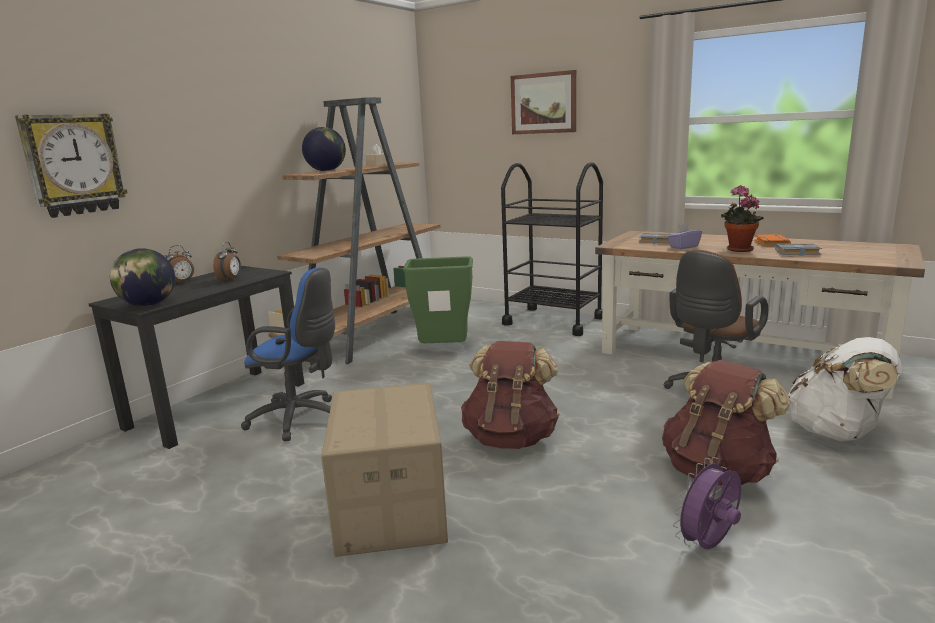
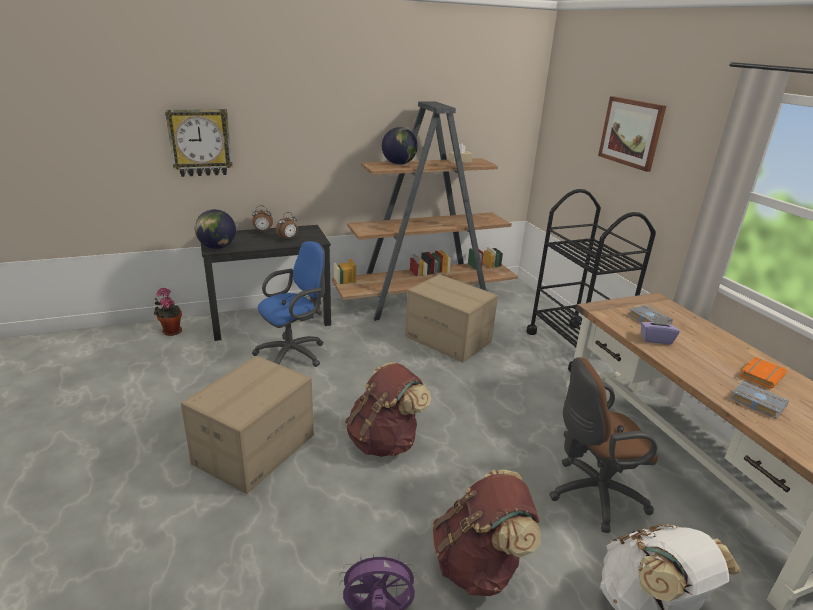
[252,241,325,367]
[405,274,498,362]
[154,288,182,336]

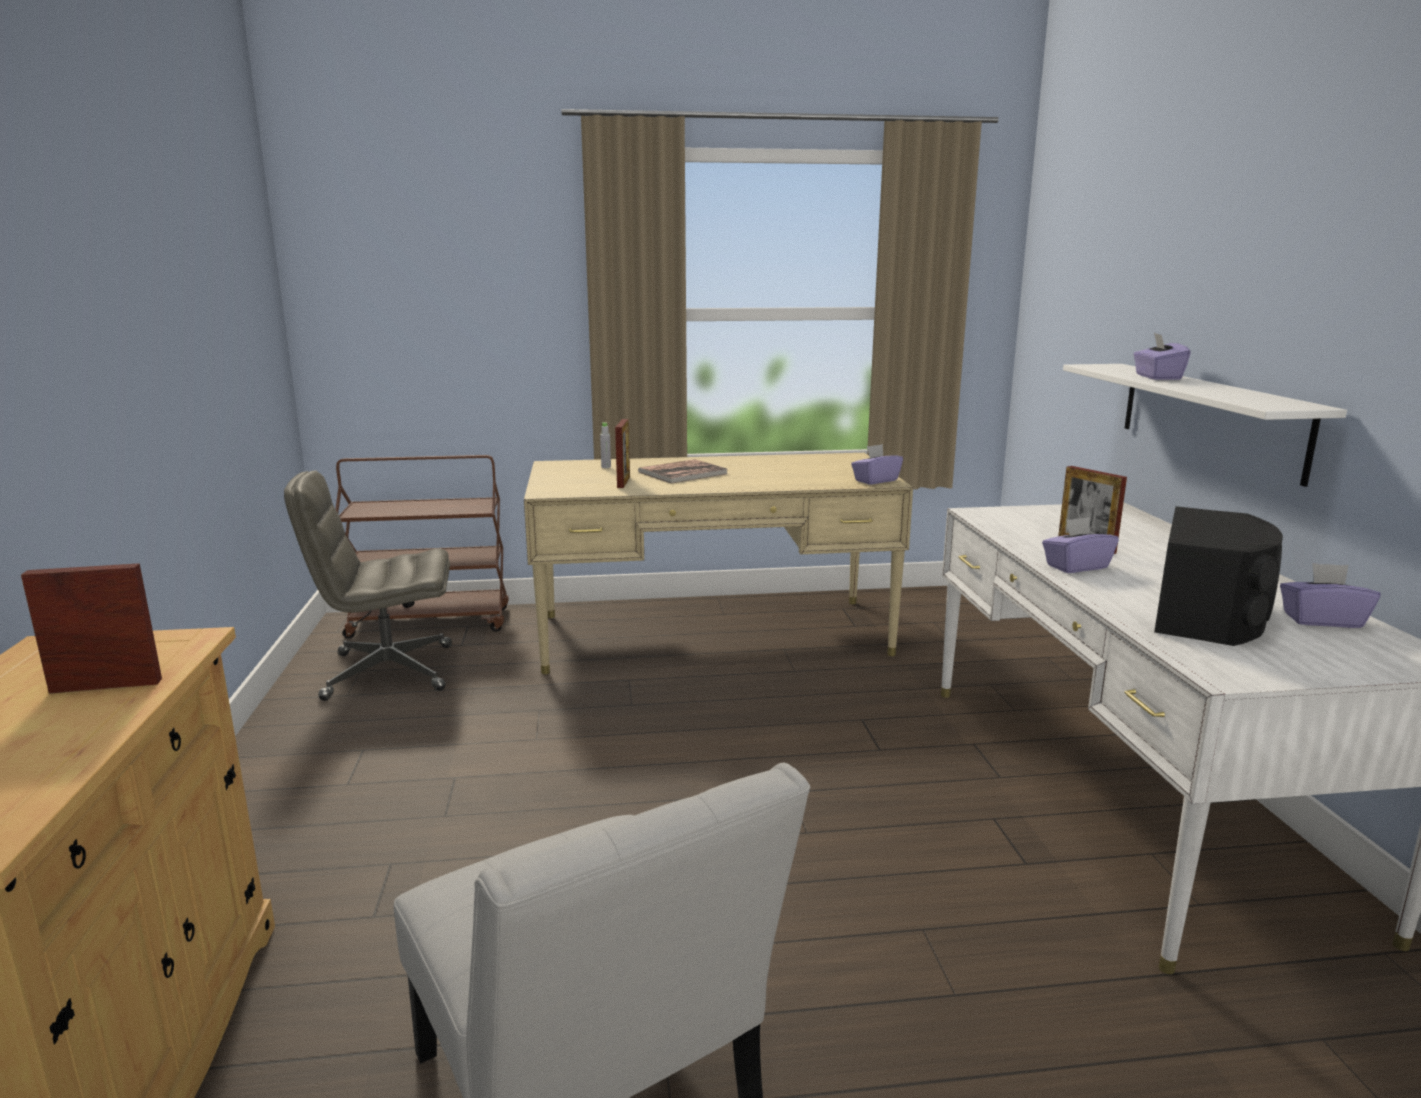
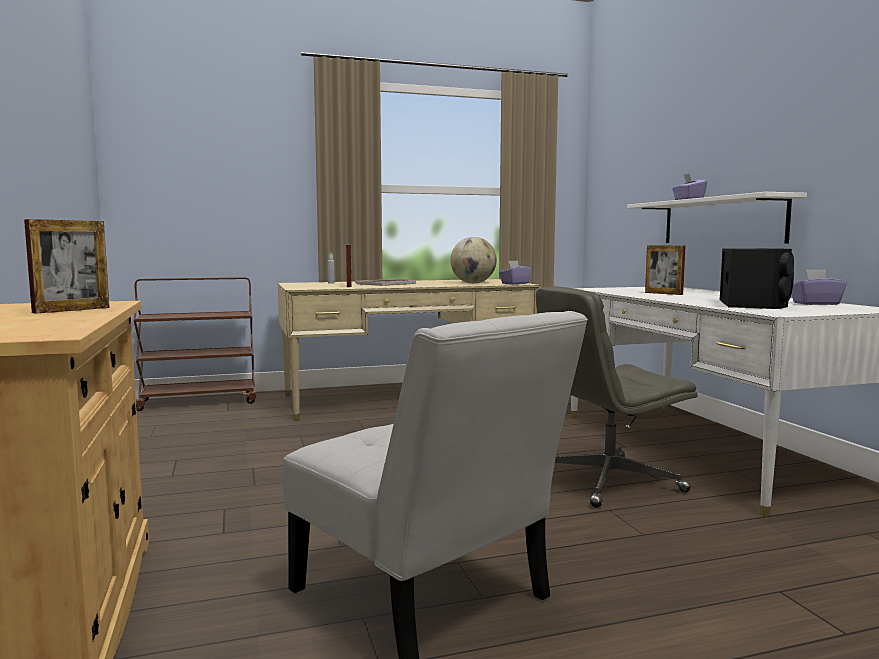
[24,219,109,314]
[536,286,698,508]
[1042,517,1119,573] (first image)
[450,237,497,283]

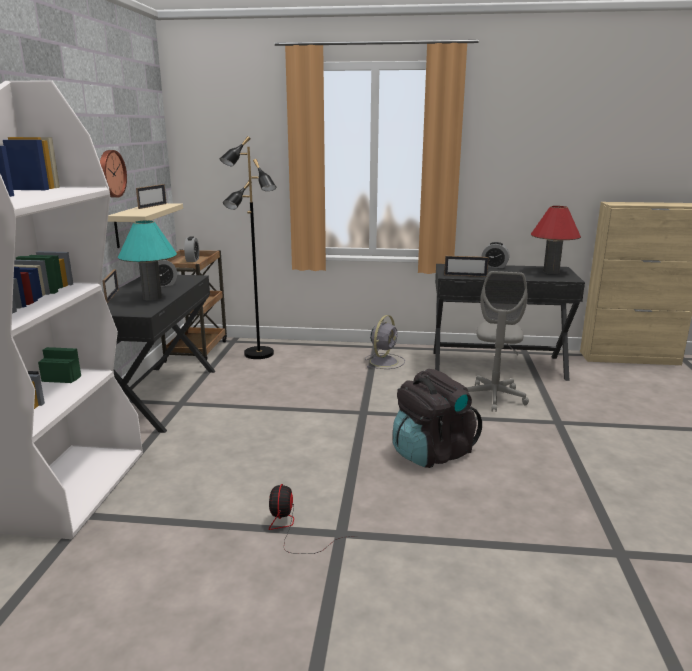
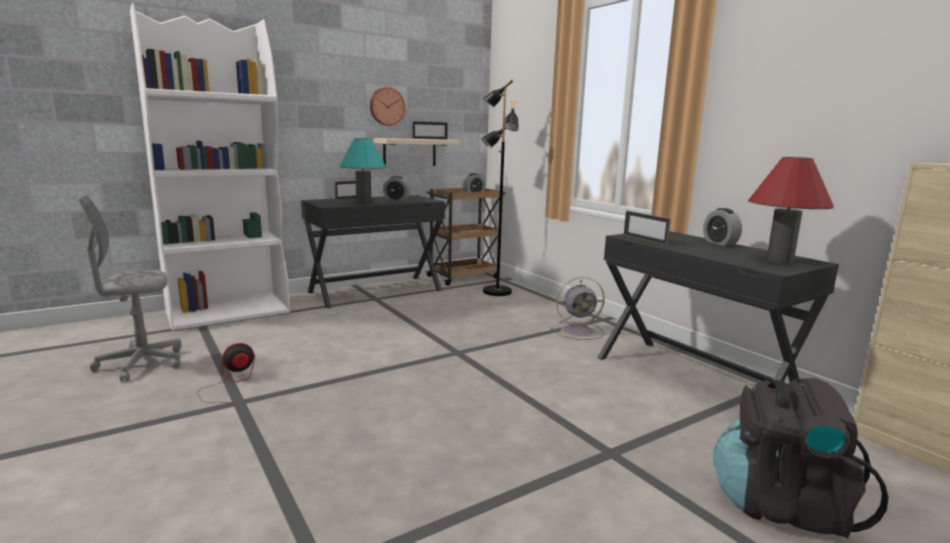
[713,378,889,539]
[78,195,181,382]

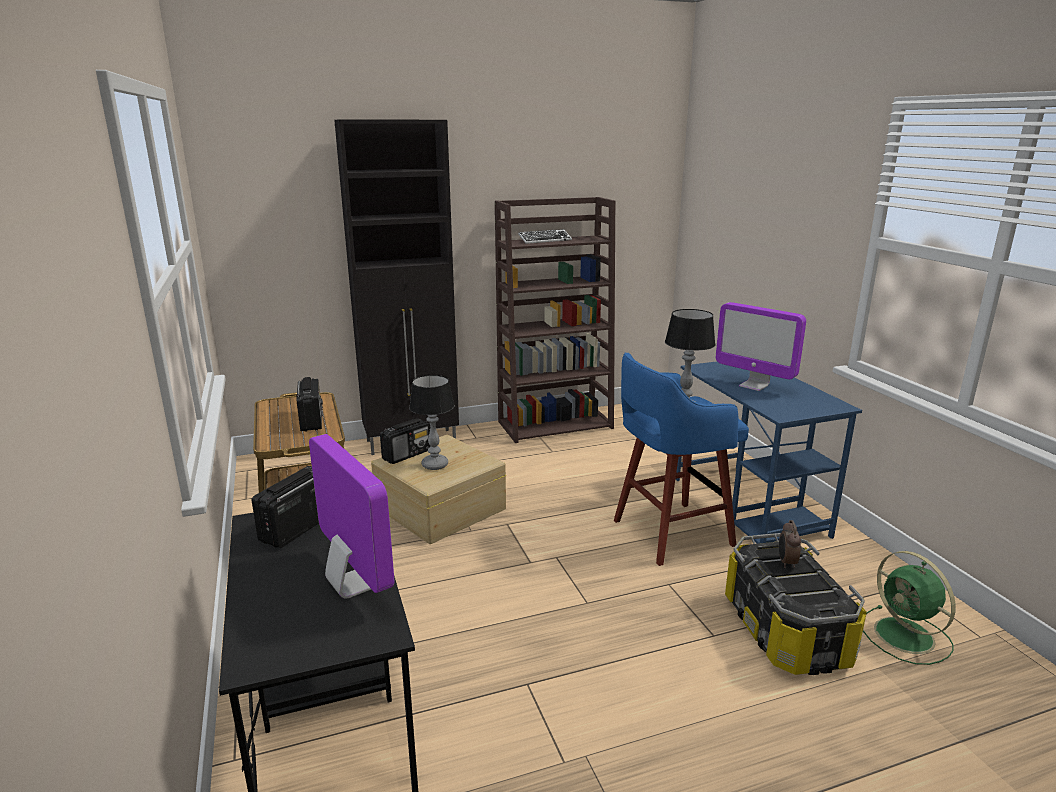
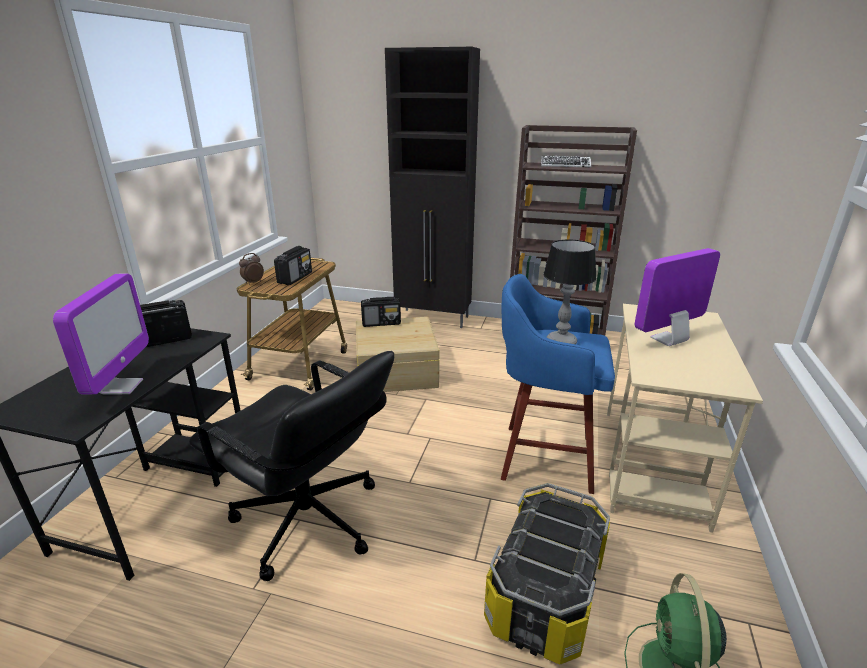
[409,375,454,470] (first image)
[607,304,763,533]
[635,248,720,346]
[239,253,264,285]
[189,351,394,581]

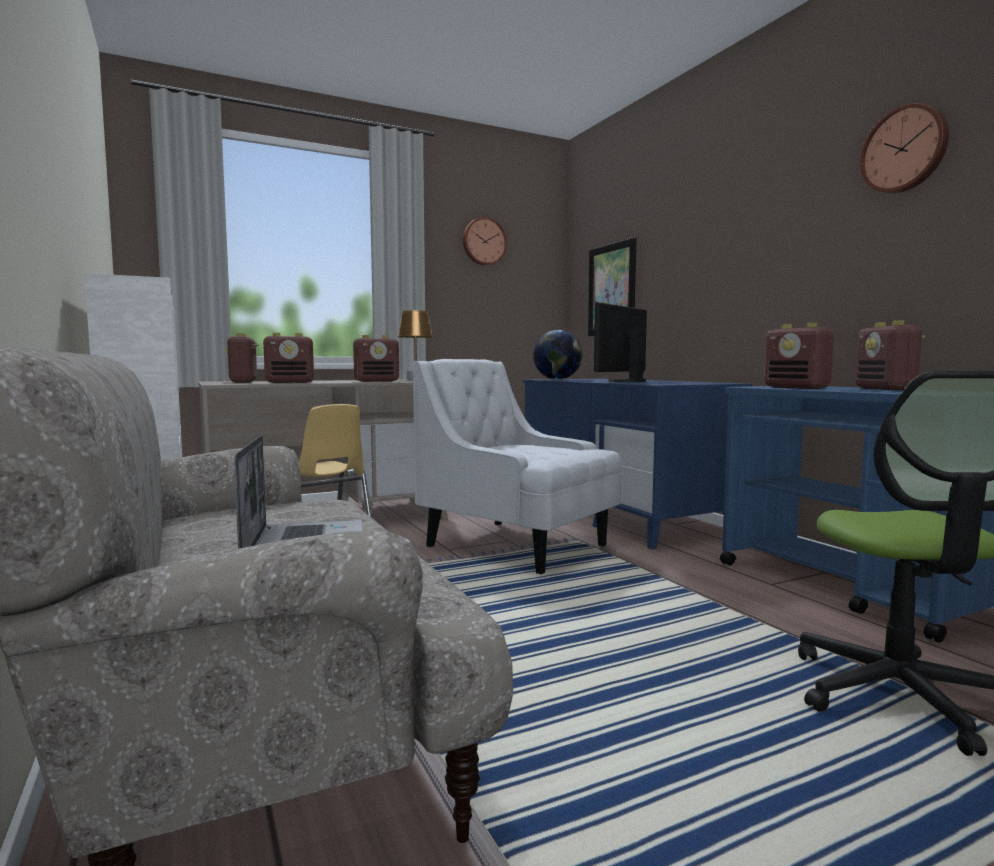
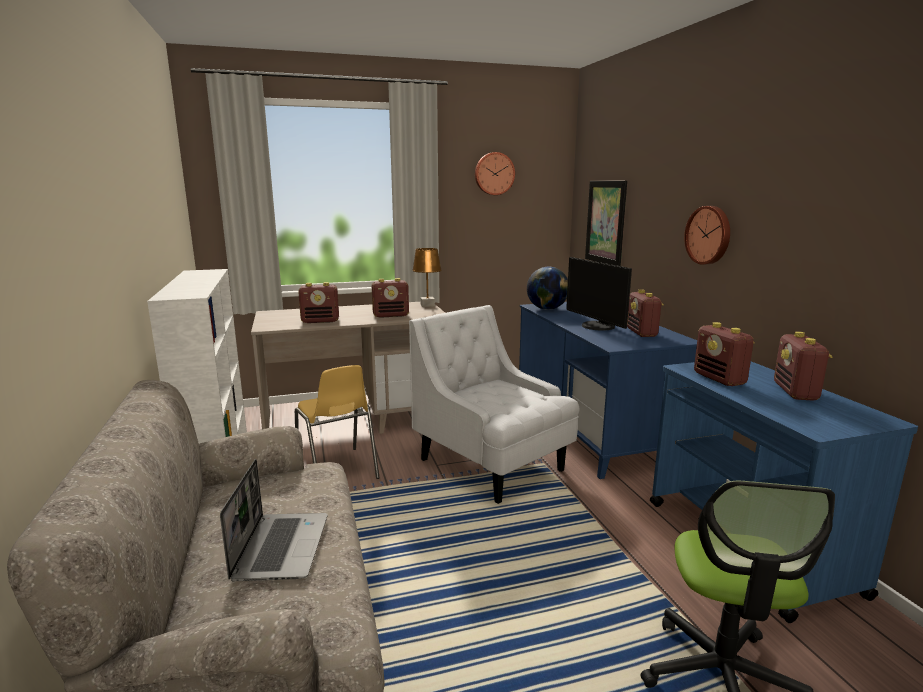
[627,289,664,337]
[566,257,632,330]
[684,206,730,265]

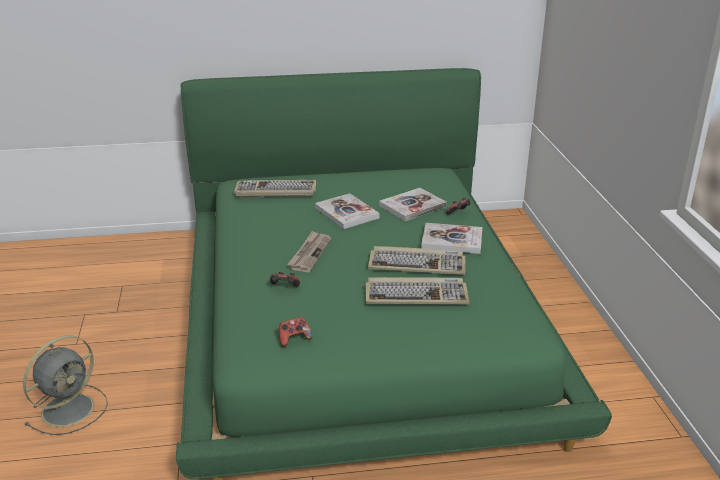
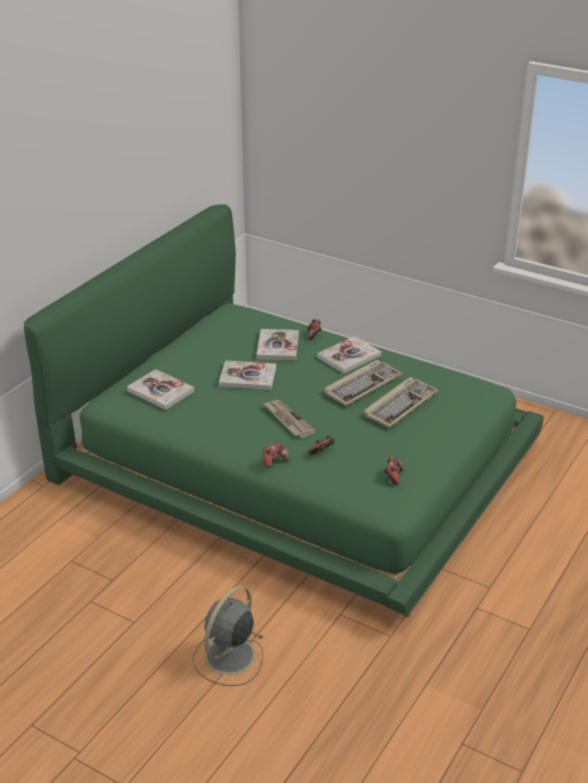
[193,586,263,686]
[127,369,194,410]
[263,443,290,468]

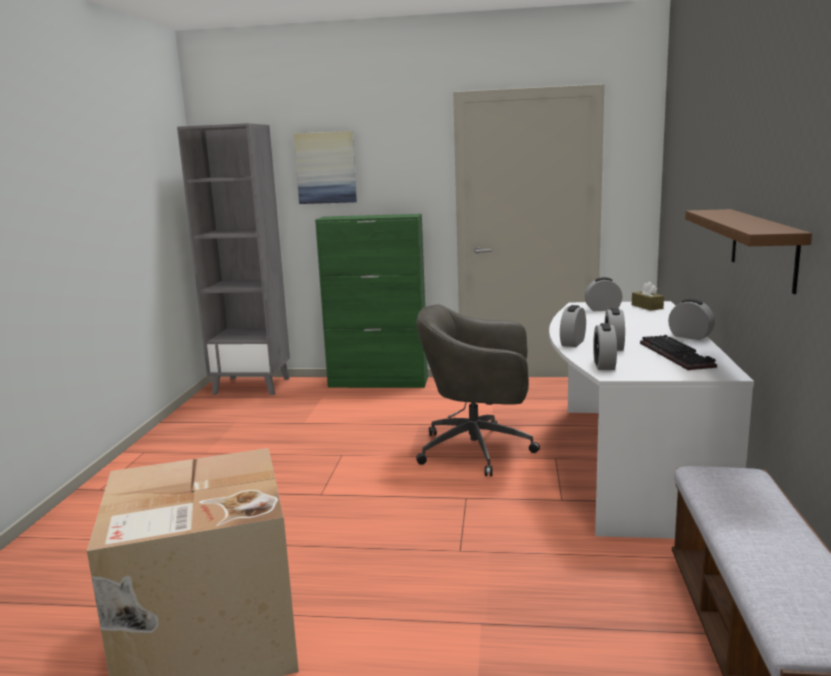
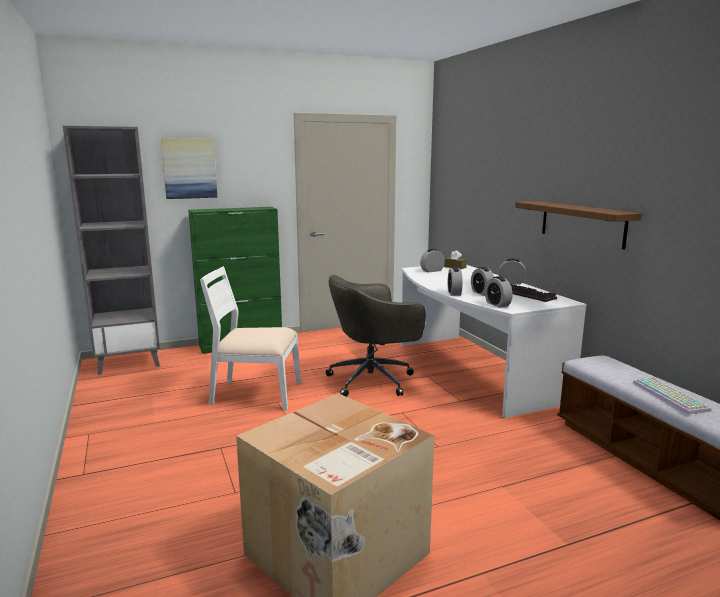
[200,266,301,410]
[633,377,711,414]

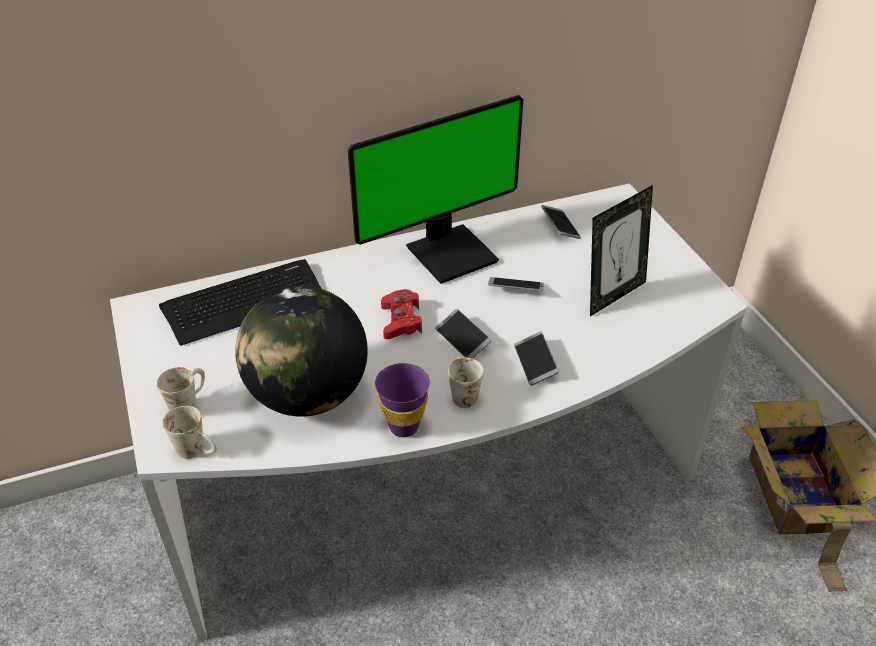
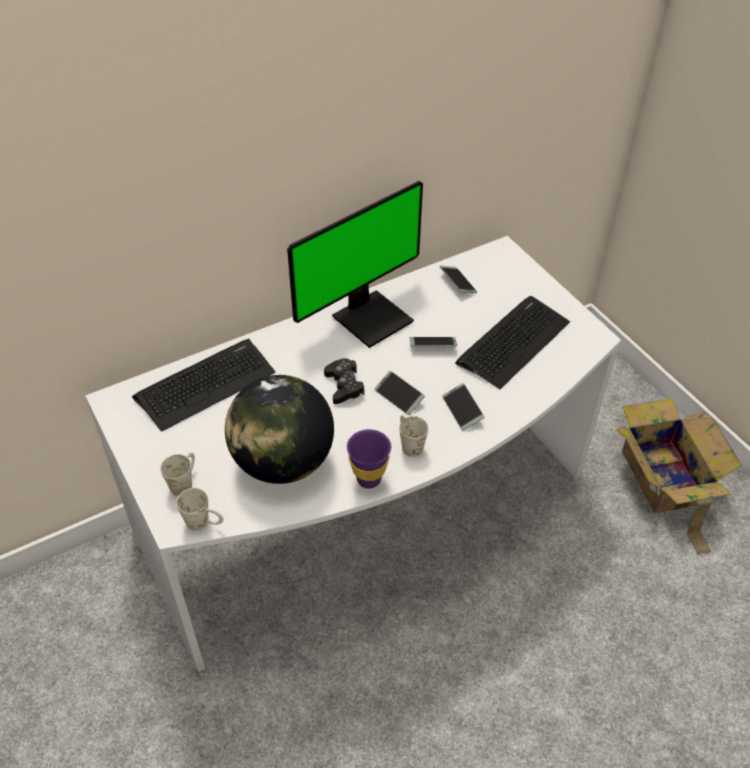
[324,358,364,404]
[455,296,570,389]

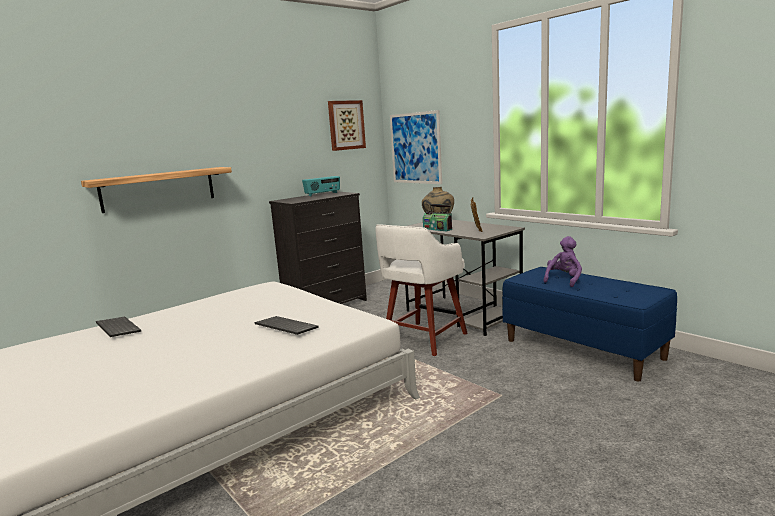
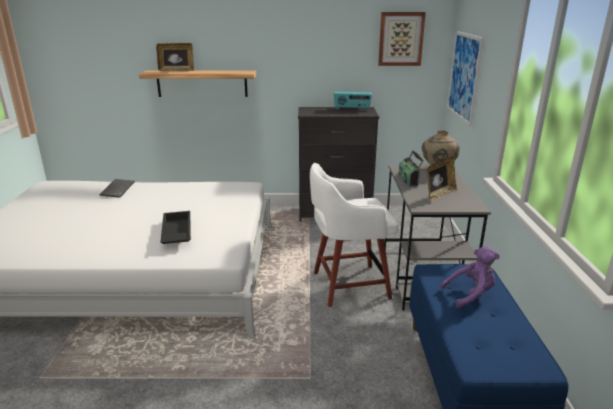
[160,211,191,244]
[156,43,194,71]

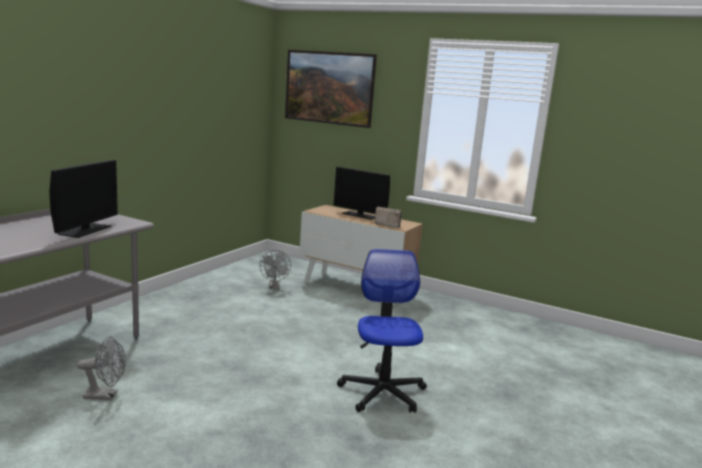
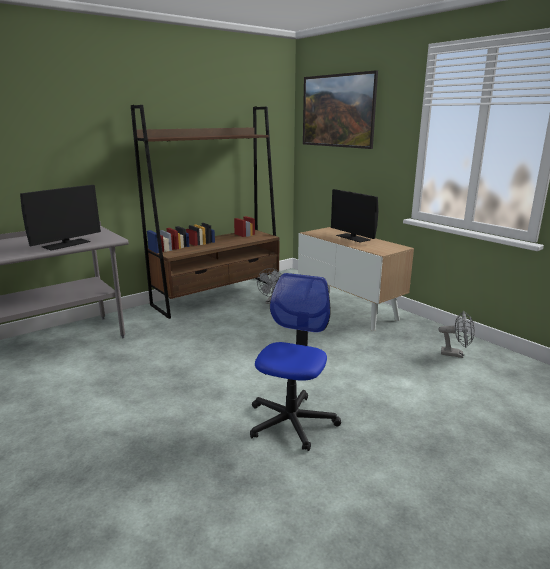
[439,311,475,358]
[374,207,402,228] (first image)
[131,105,279,319]

